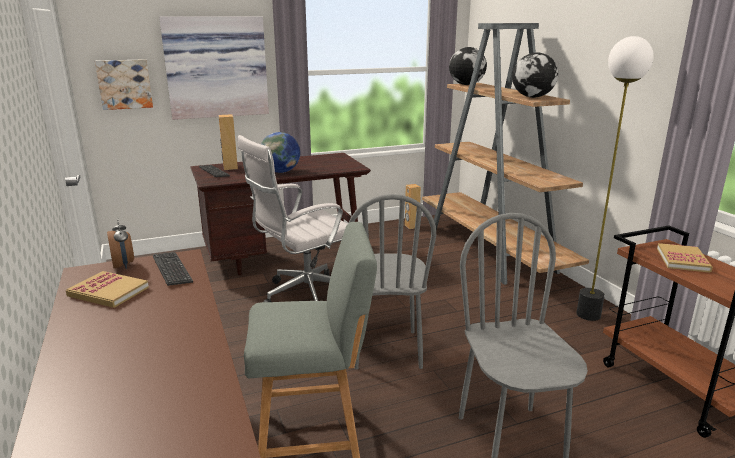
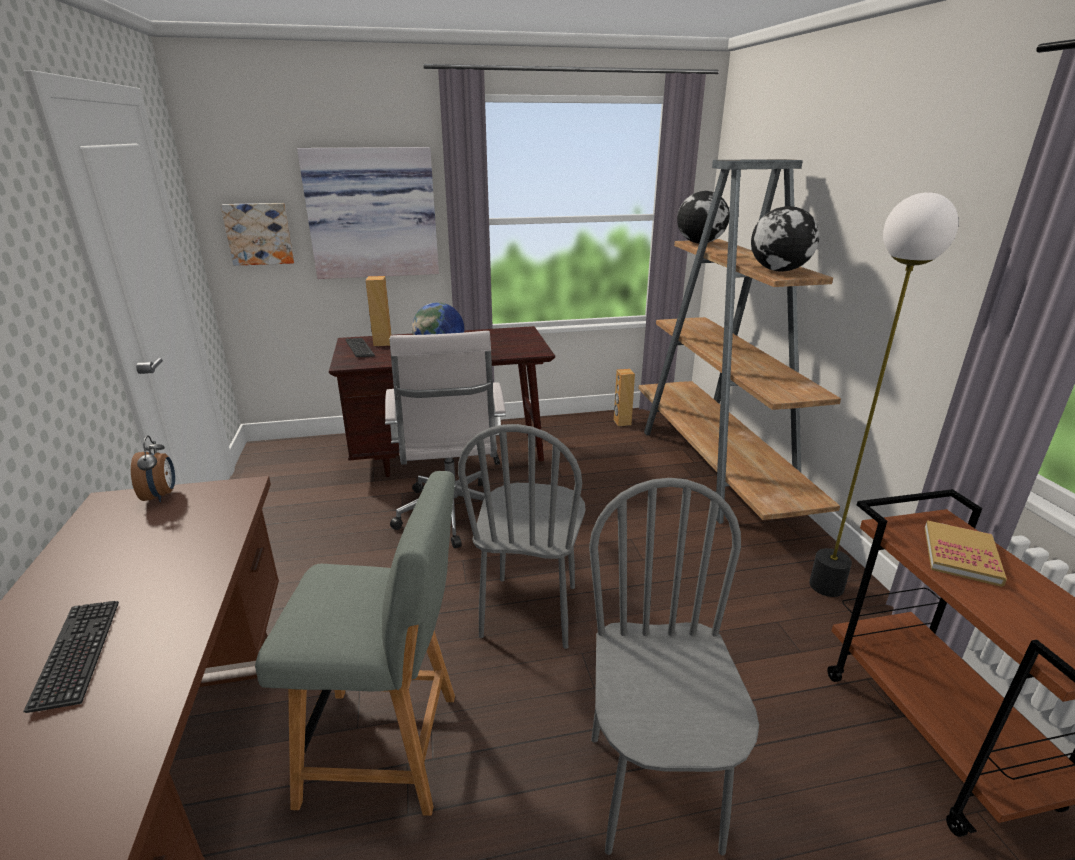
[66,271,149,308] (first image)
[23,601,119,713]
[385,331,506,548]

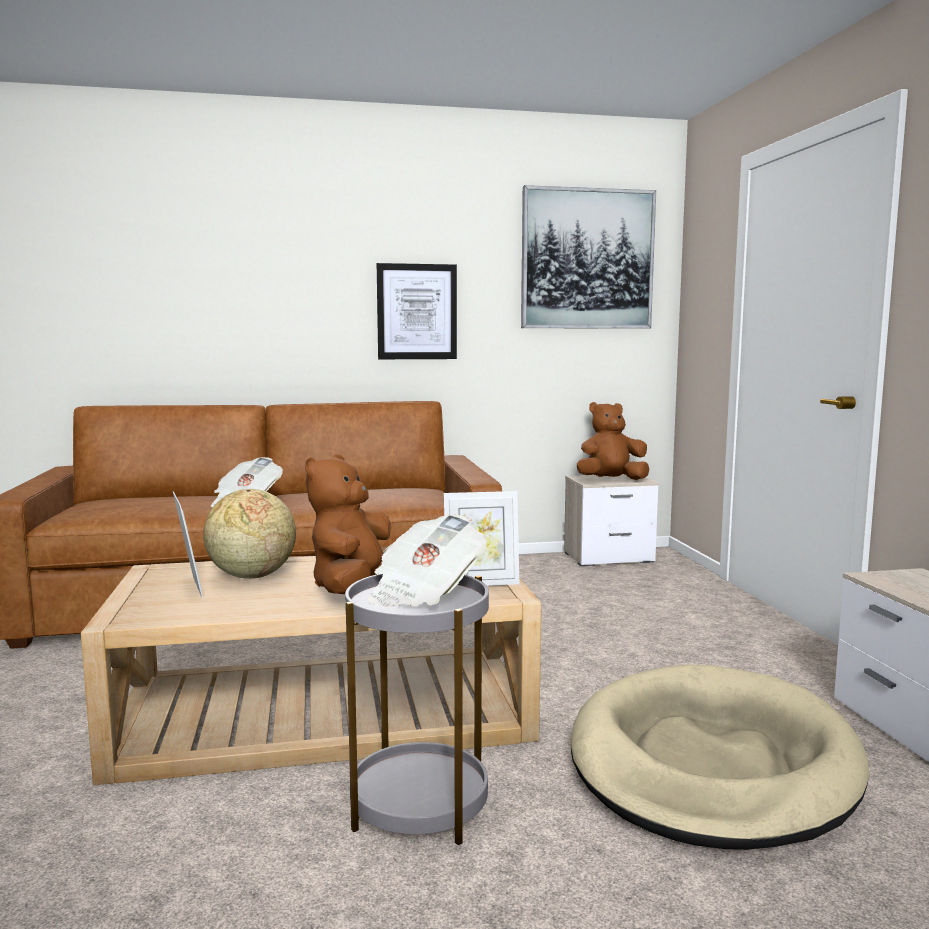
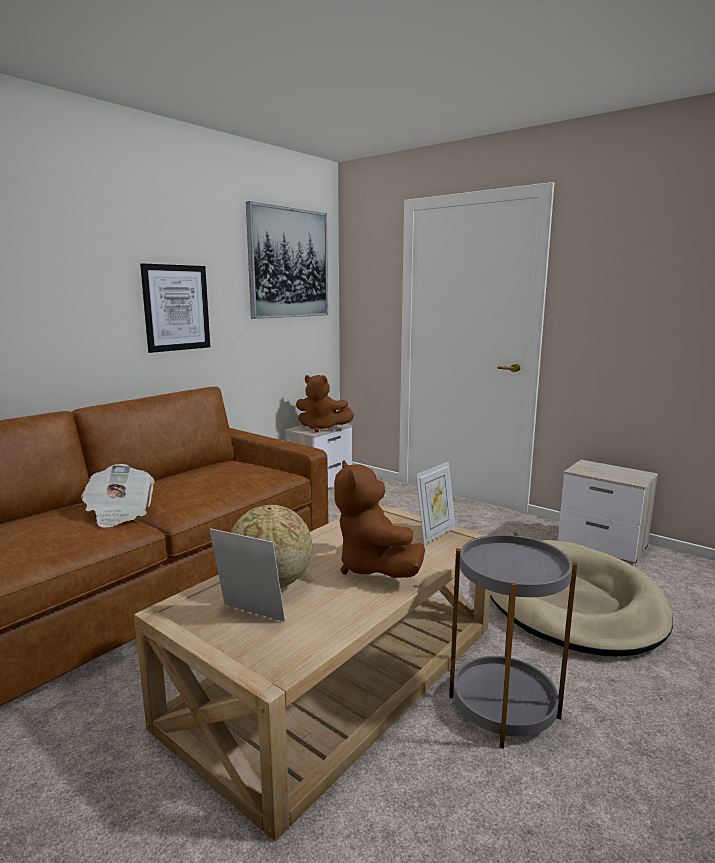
[368,514,487,607] (first image)
[296,375,354,433]

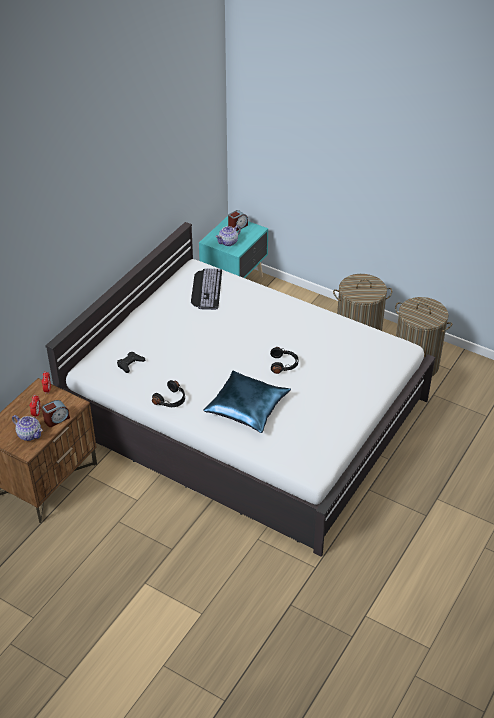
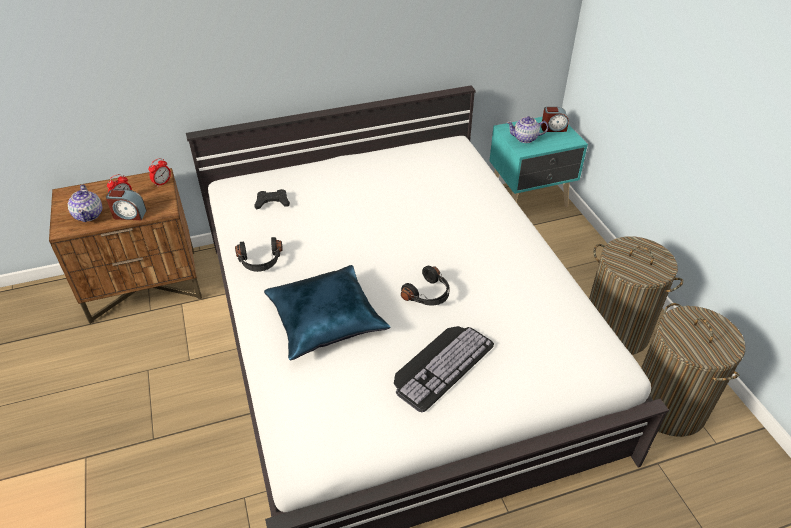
[394,326,494,412]

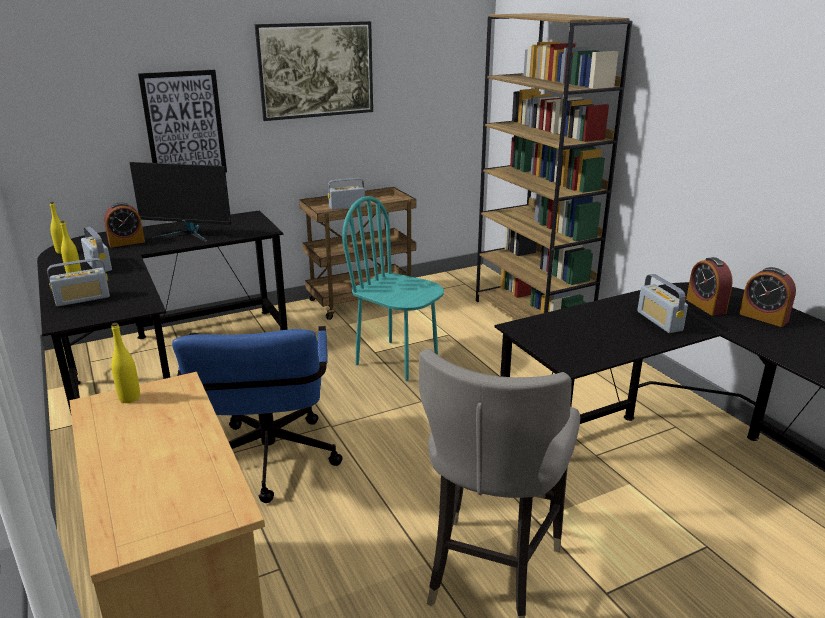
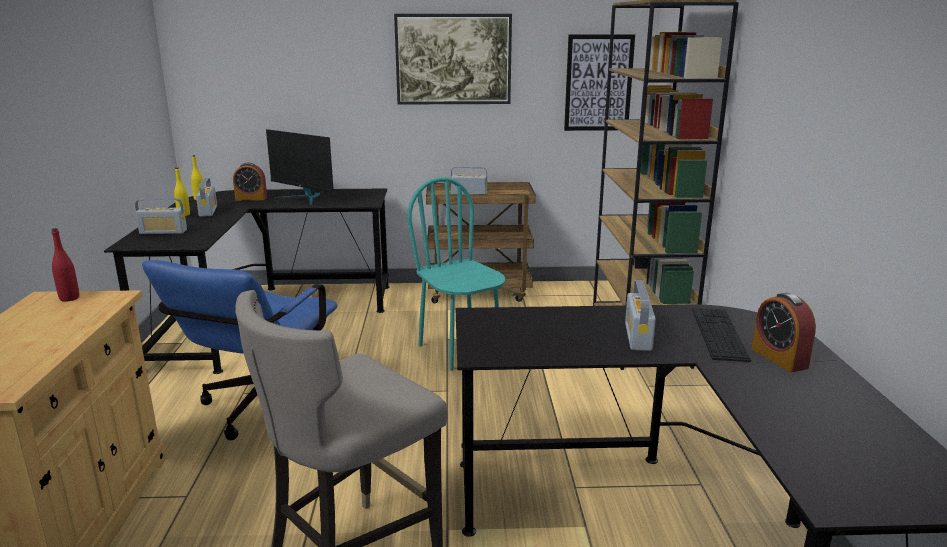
[52,228,79,302]
[564,34,635,131]
[692,307,751,362]

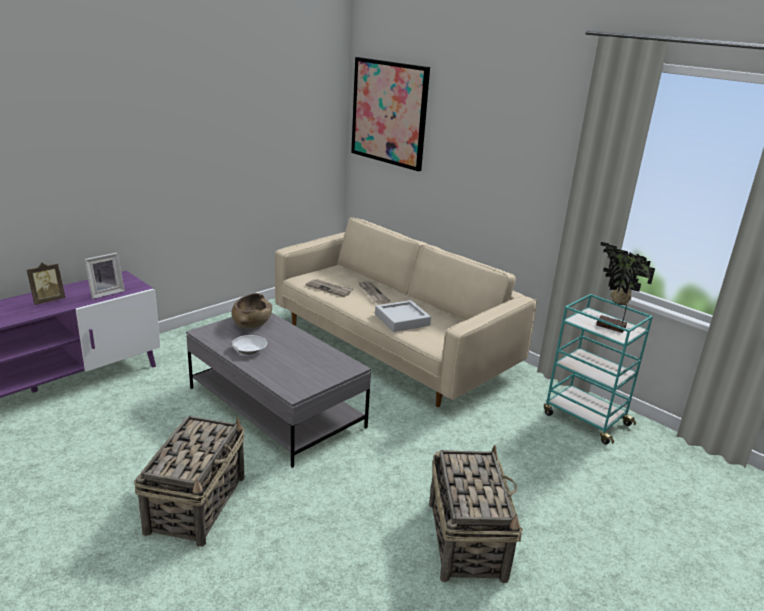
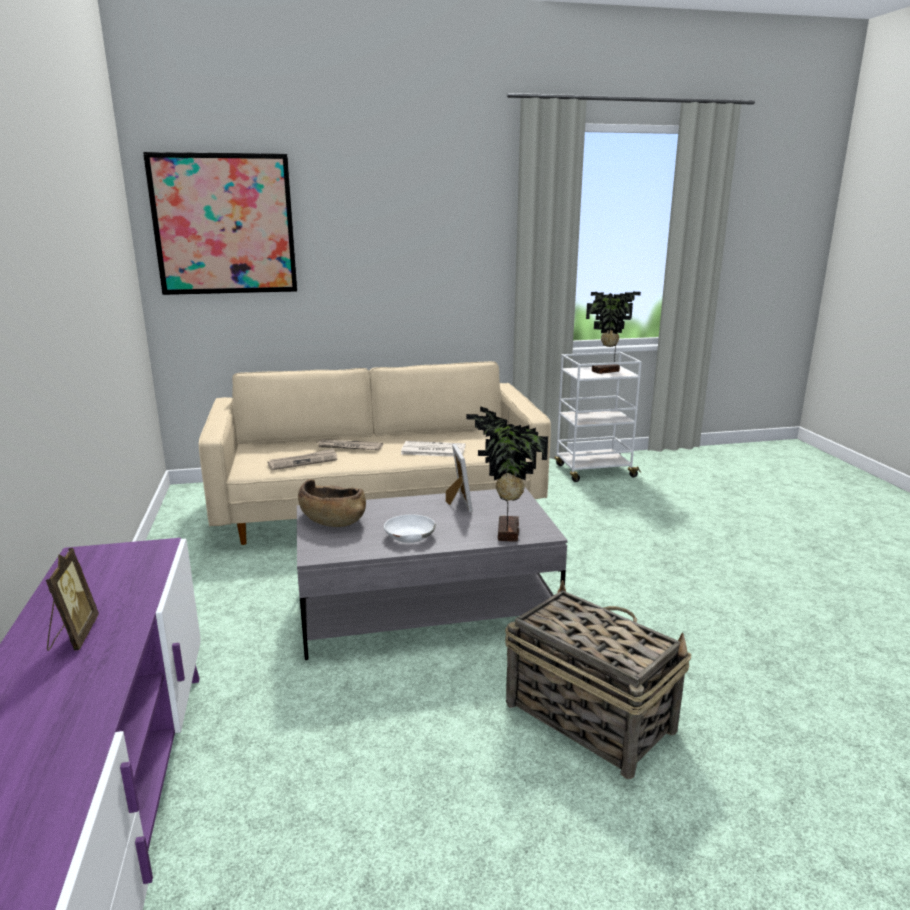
[446,443,473,512]
[401,441,465,457]
[429,445,523,583] (first image)
[554,352,642,482]
[466,406,548,542]

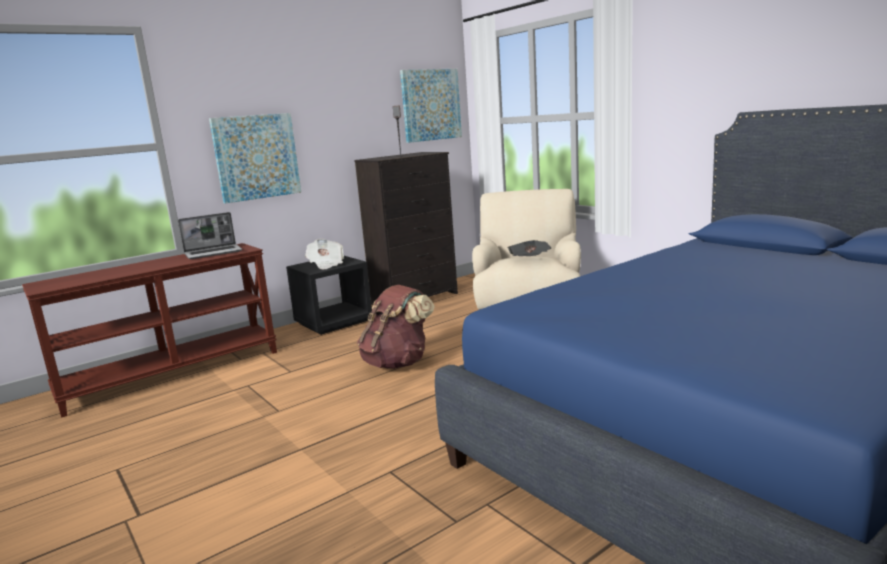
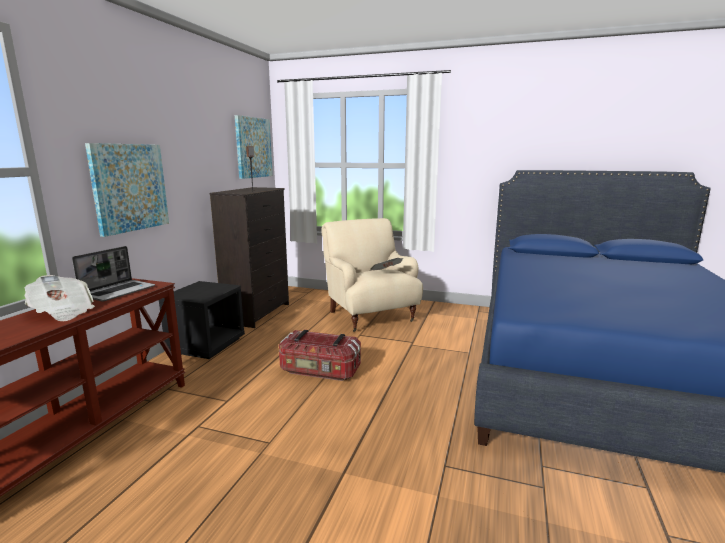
[25,275,95,321]
[279,330,361,381]

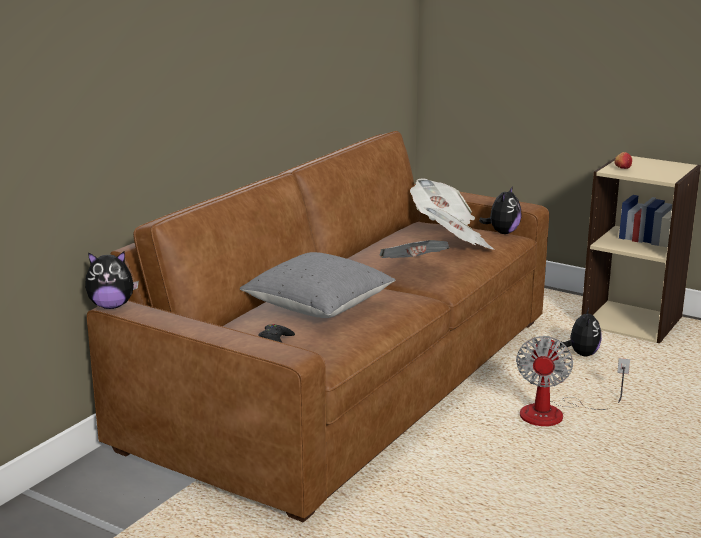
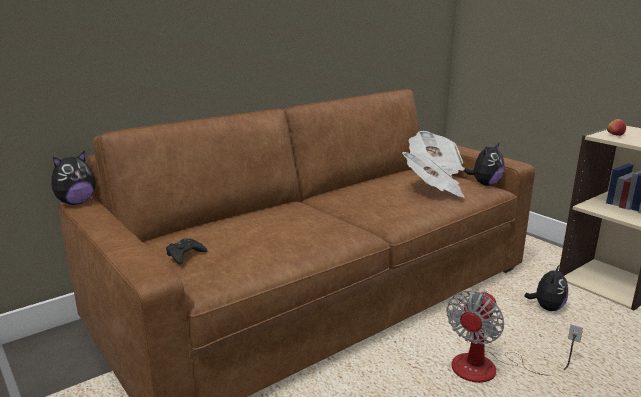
[51,150,96,205]
[240,252,396,318] (first image)
[380,240,449,258] (first image)

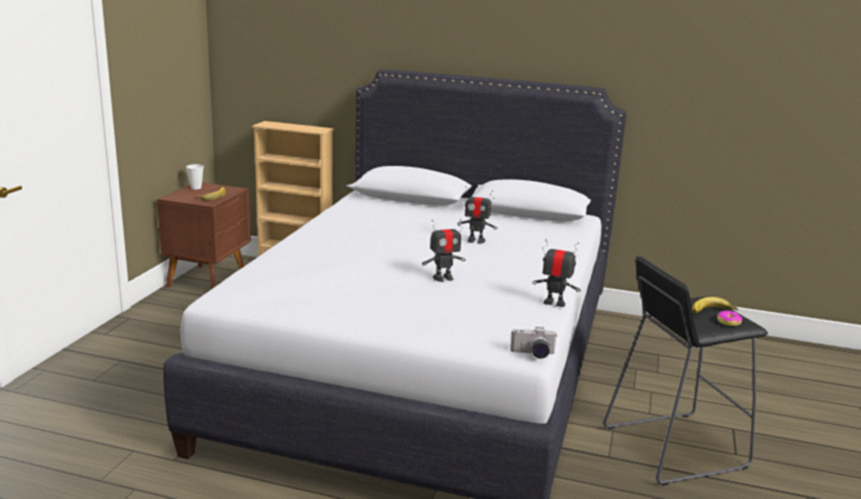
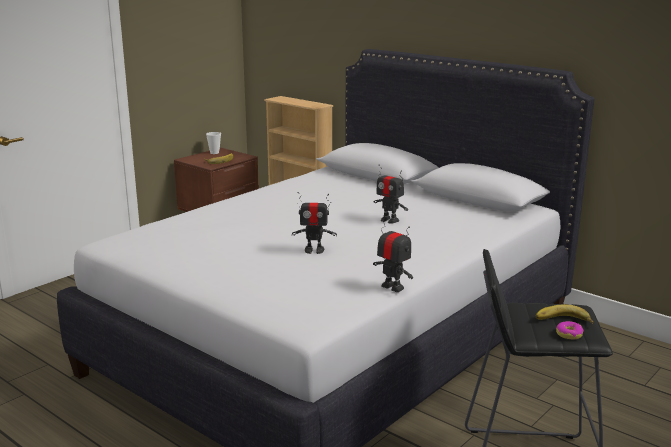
[510,327,557,359] (first image)

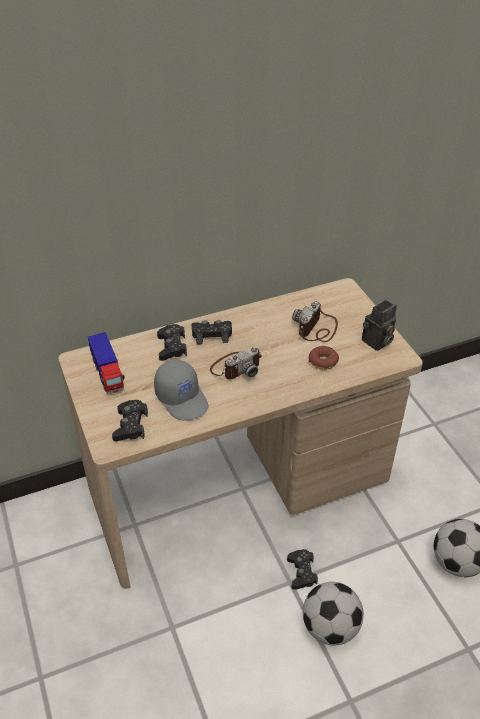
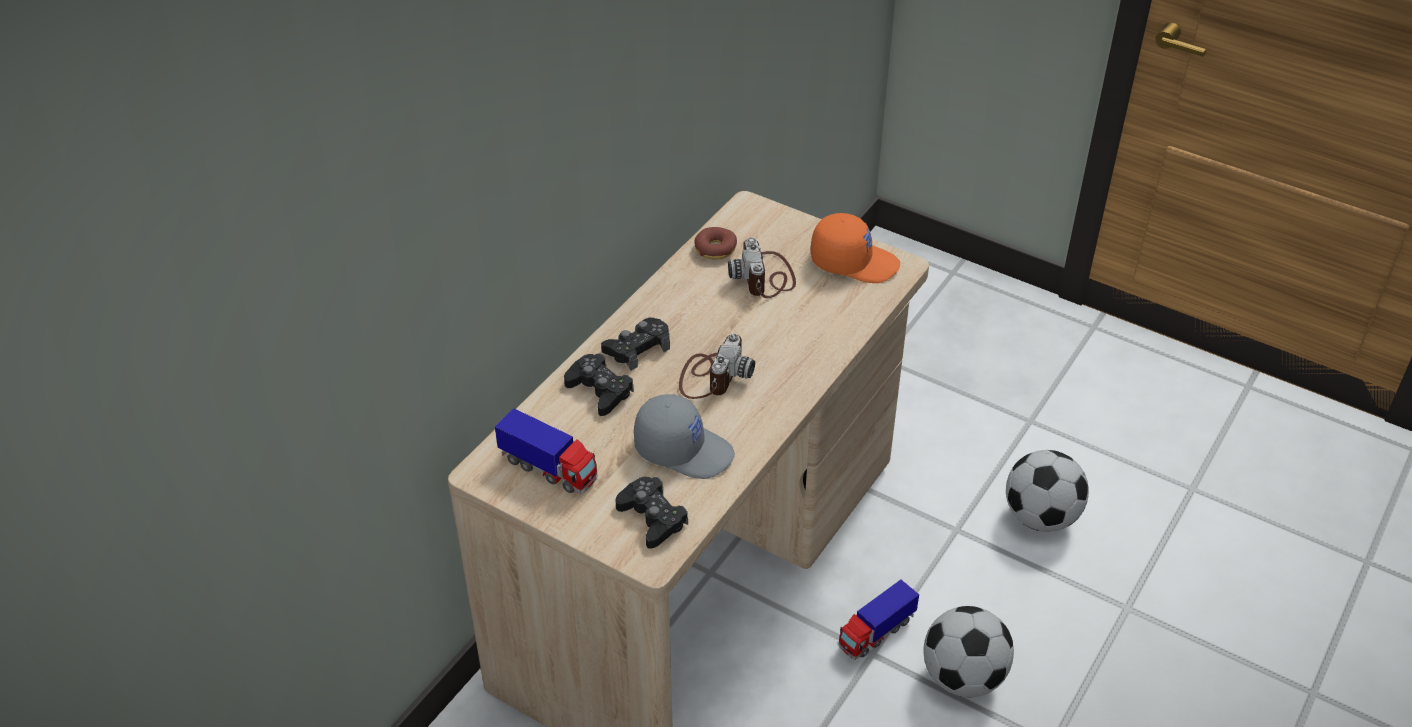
[839,579,919,660]
[694,227,737,260]
[811,213,900,283]

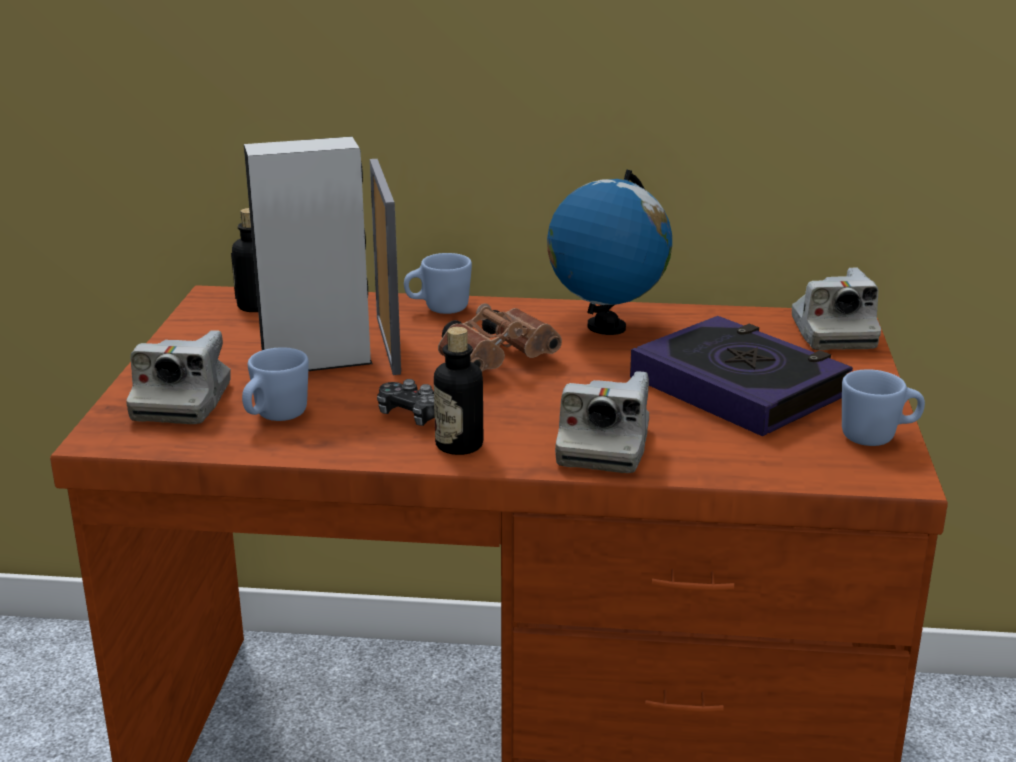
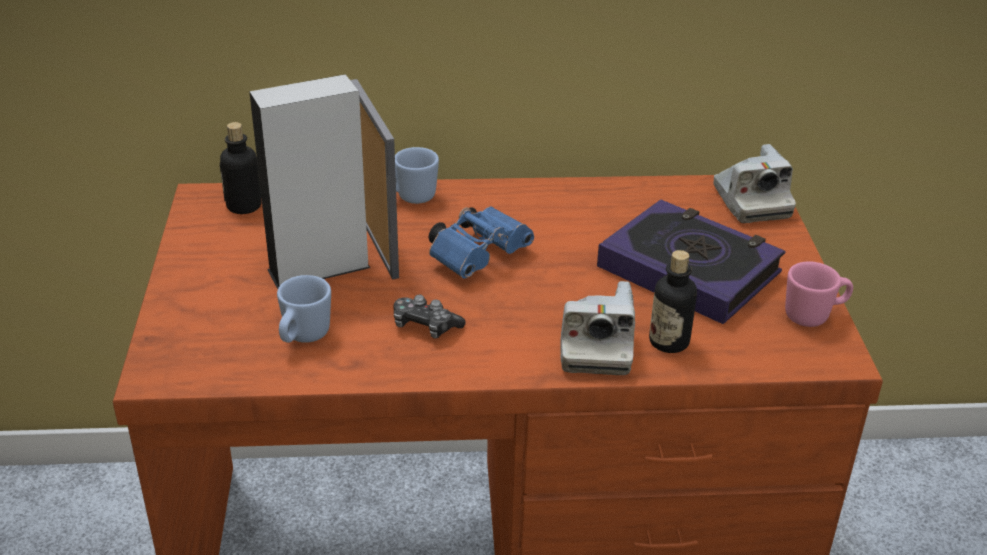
[126,330,231,424] (first image)
[649,250,697,353]
[428,206,534,278]
[547,170,672,335] (first image)
[785,261,853,327]

